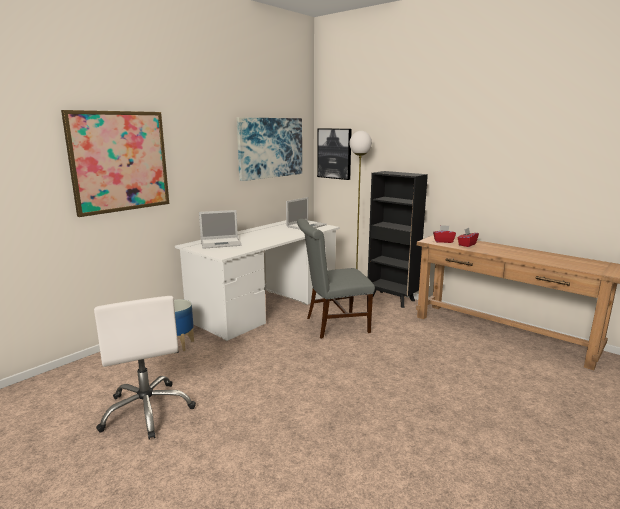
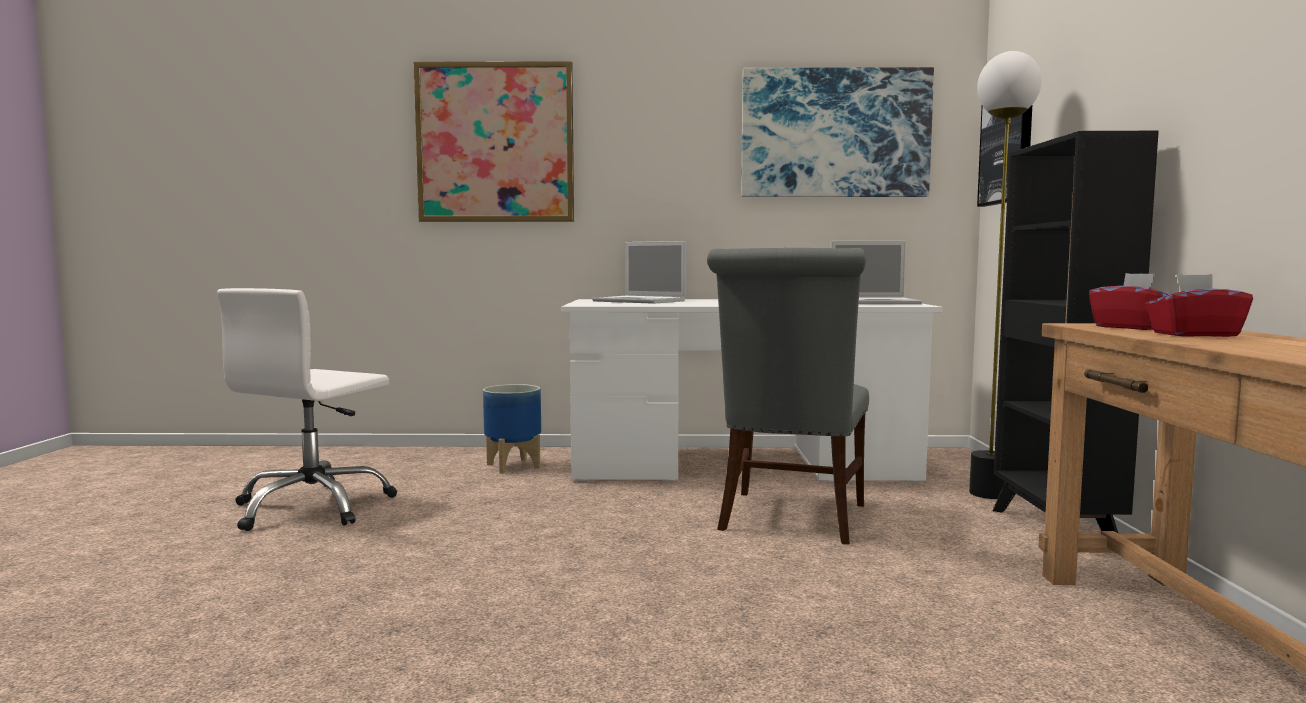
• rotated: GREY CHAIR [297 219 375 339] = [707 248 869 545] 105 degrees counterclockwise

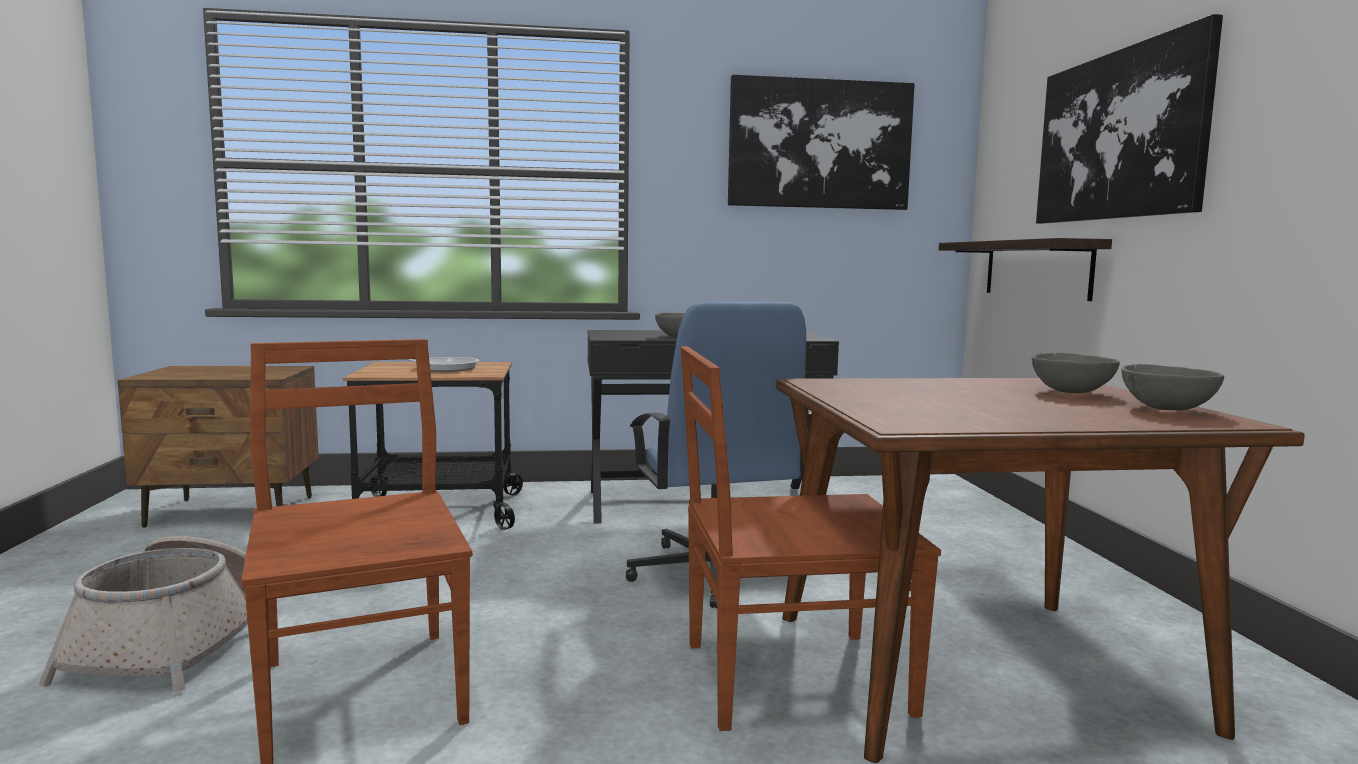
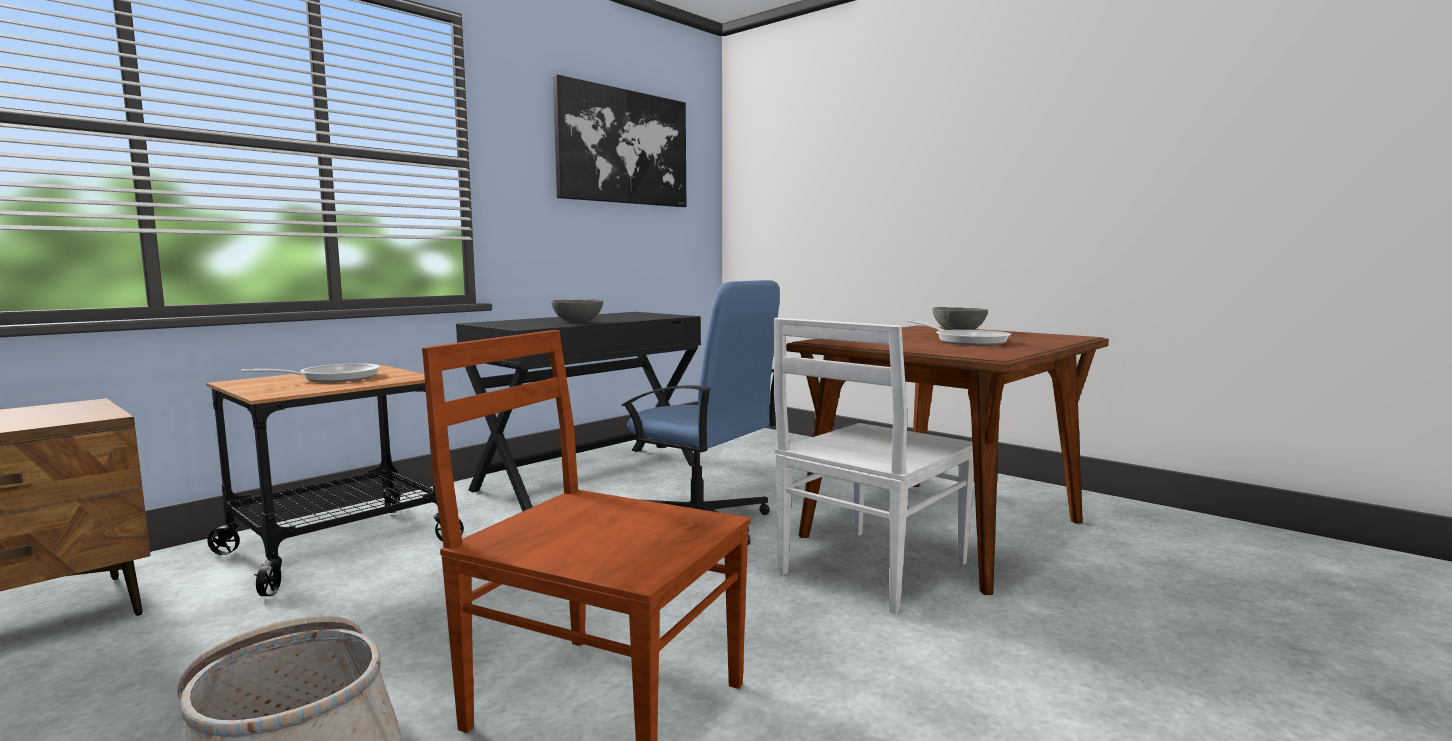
• repainted: BROWN CHAIR [681 346 941 731] to WHITE CHAIR [774 318 974 614]
• gone: SHELF [939 238 1112 301]
• gone: PICTURE [1036 14 1223 224]
• gone: GREY BOWL [1121 364 1224 410]
• new: FRYING PAN [908 320 1011 346]

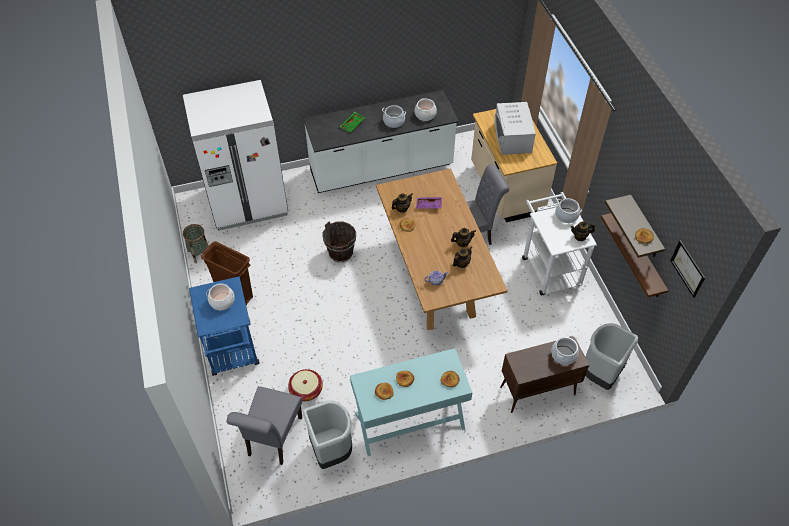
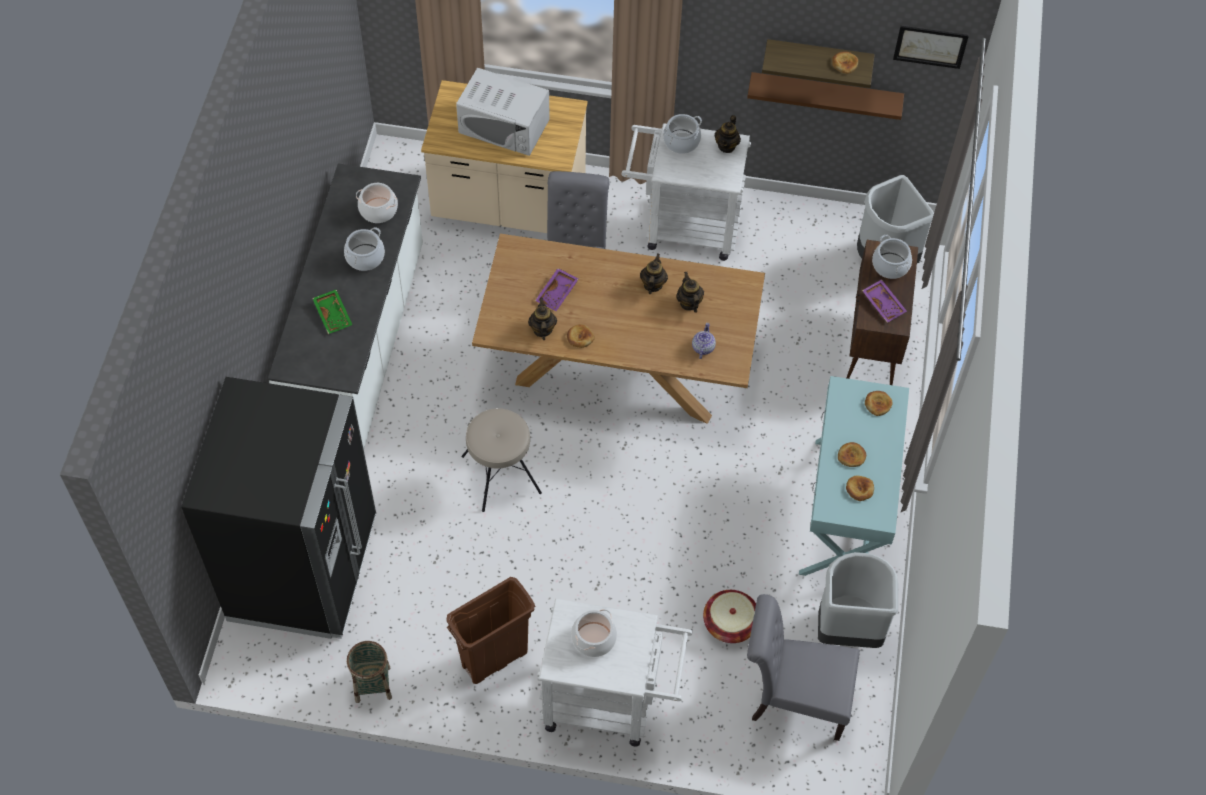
• repainted: WHITE FRIDGE [183 80 288 231] to BLACK FRIDGE [181 377 376 639]
• repainted: BLUE CART [189 276 260 376] to WHITE CART [537 599 693 747]
• rotated: GREY CHAIR [226 386 302 465] = [747 594 860 741] 150 degrees clockwise
• swapped: BROWN BUCKET [322 221 356 262] to BEIGE STOOL [461 408 542 512]
• new: PURPLE TRAY [862 279 907 323]

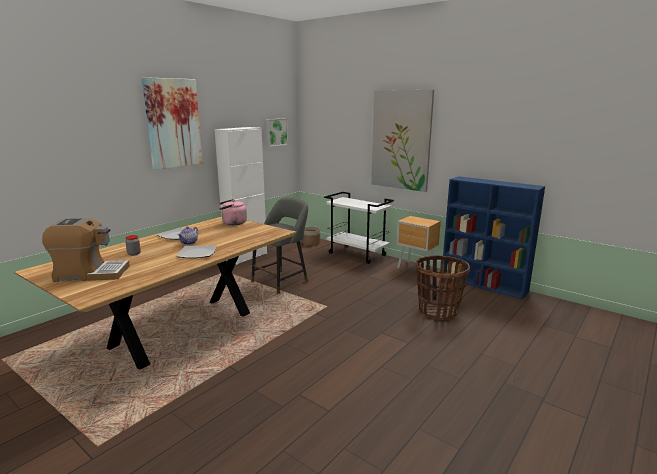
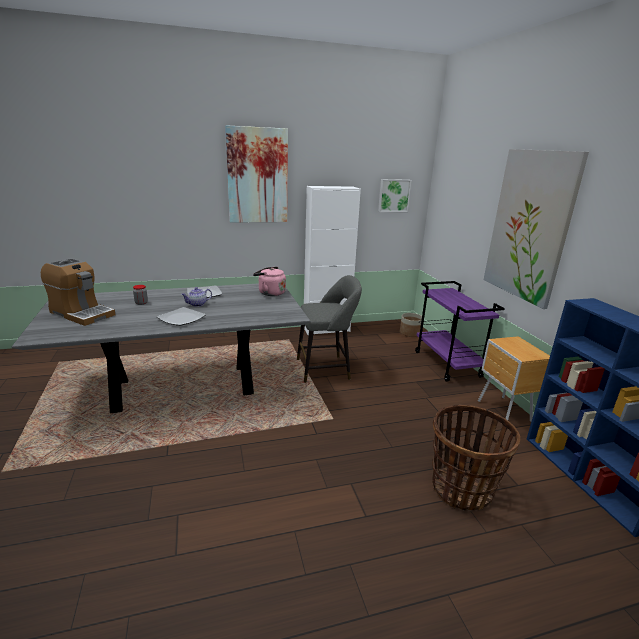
• repainted: BROWN DINING TABLE [14 217 297 370] to GREY DINING TABLE [12 283 310 413]
• repainted: WHITE CART [324 192 394 264] to PURPLE CART [415 281 505 382]

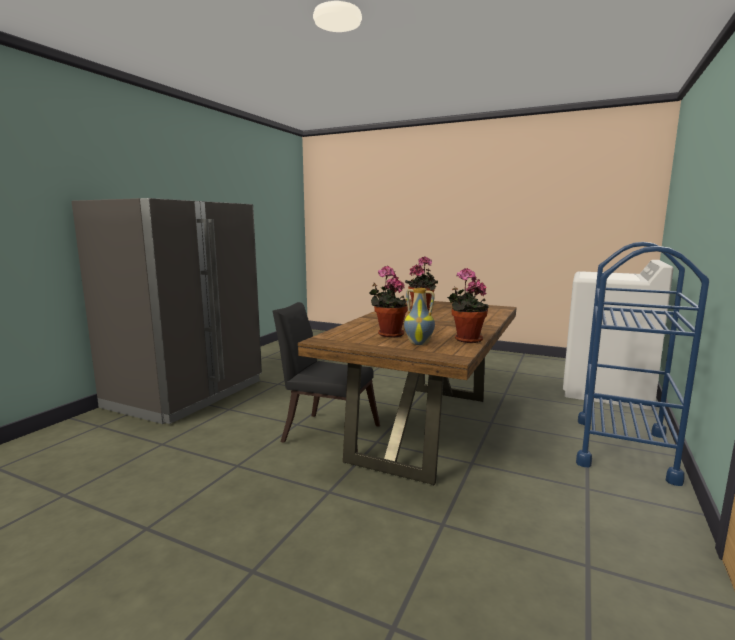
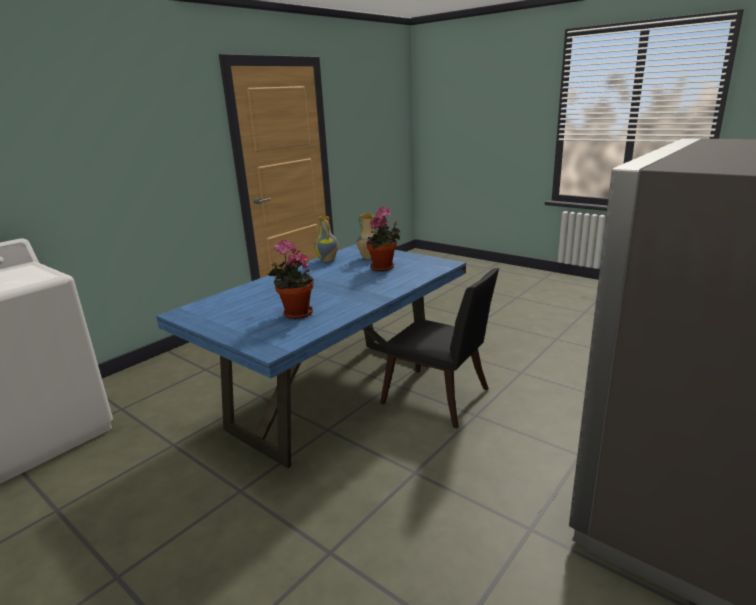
• repainted: BROWN DINING TABLE [298 299 517 486] to BLUE DINING TABLE [156 244 466 468]
• swapped: POTTED PLANT [447 268 489 343] to VASE [314 216 338 262]
• gone: BLUE CART [576 242 709 486]

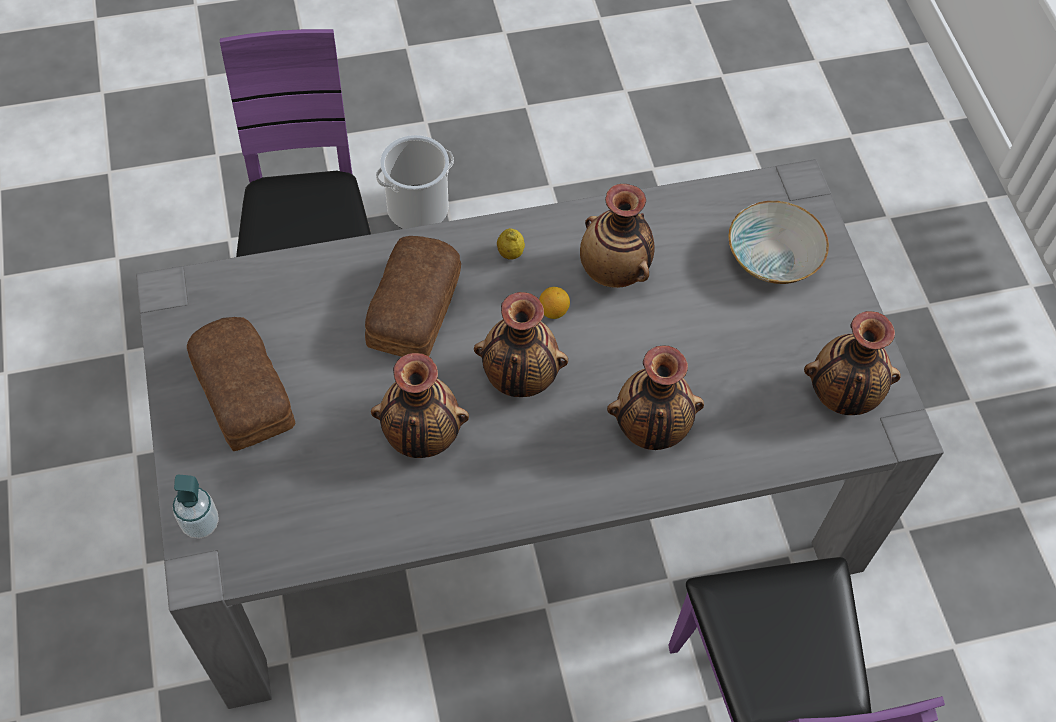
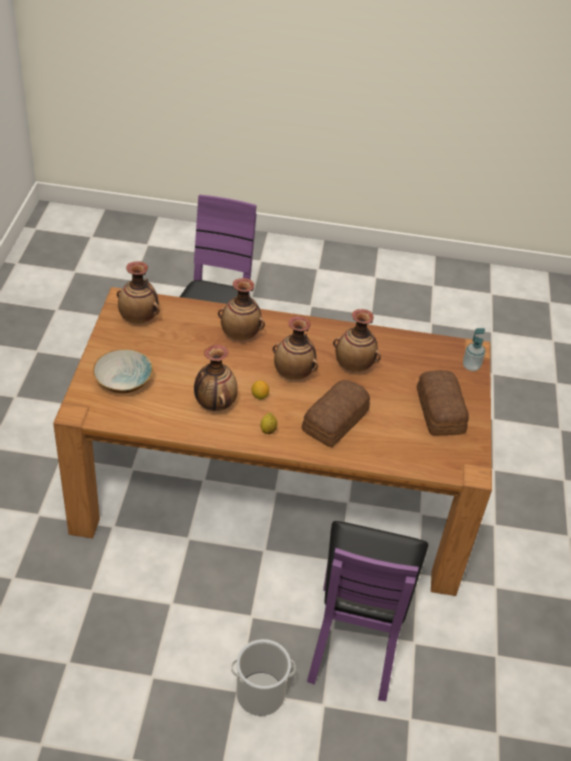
• repainted: GREY DINING TABLE [136 159 944 709] to BROWN DINING TABLE [53 287 492 596]

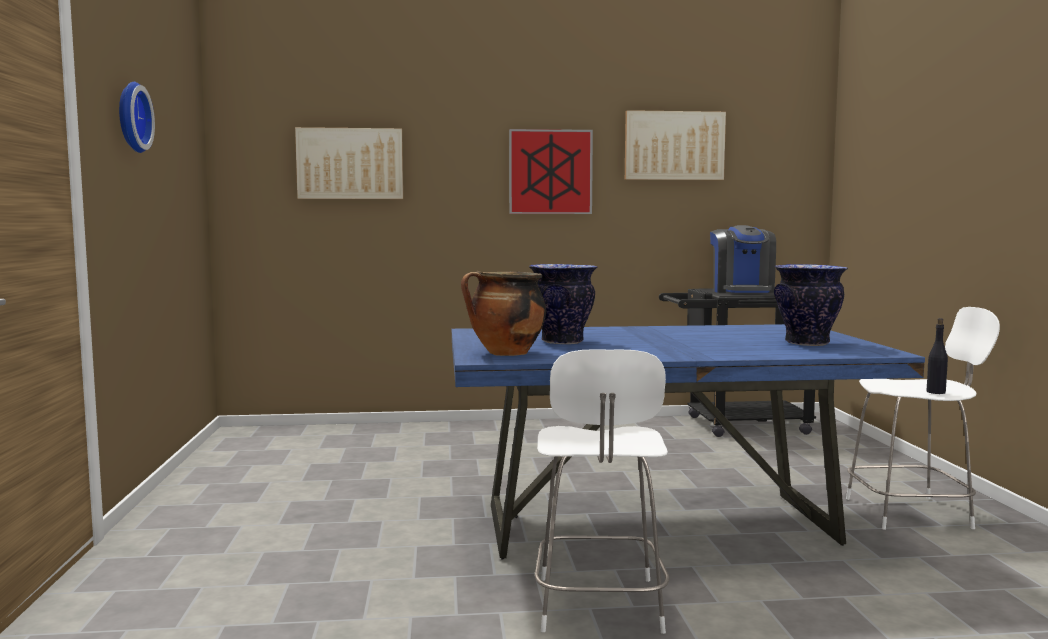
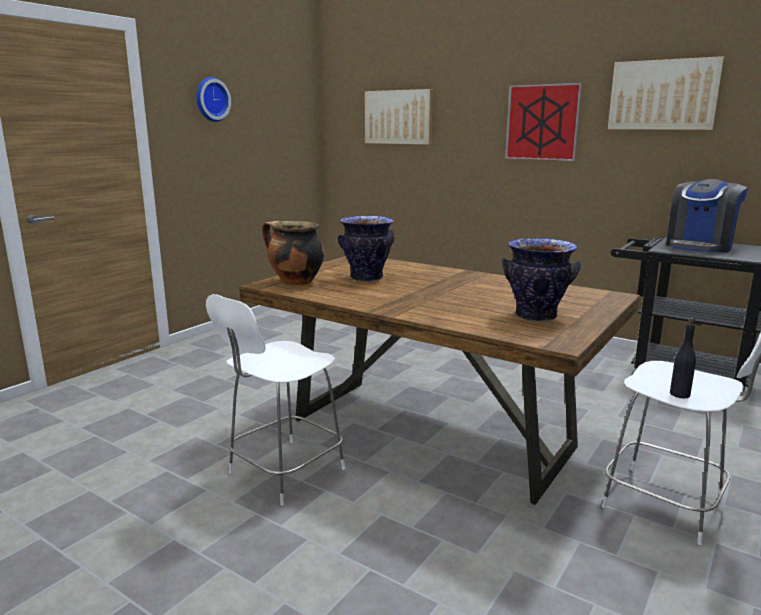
• repainted: BLUE DINING TABLE [452 324 925 560] to BROWN DINING TABLE [239 256 640 505]

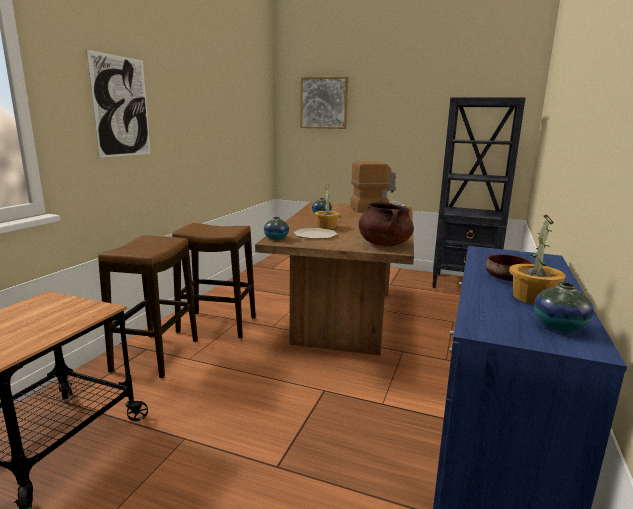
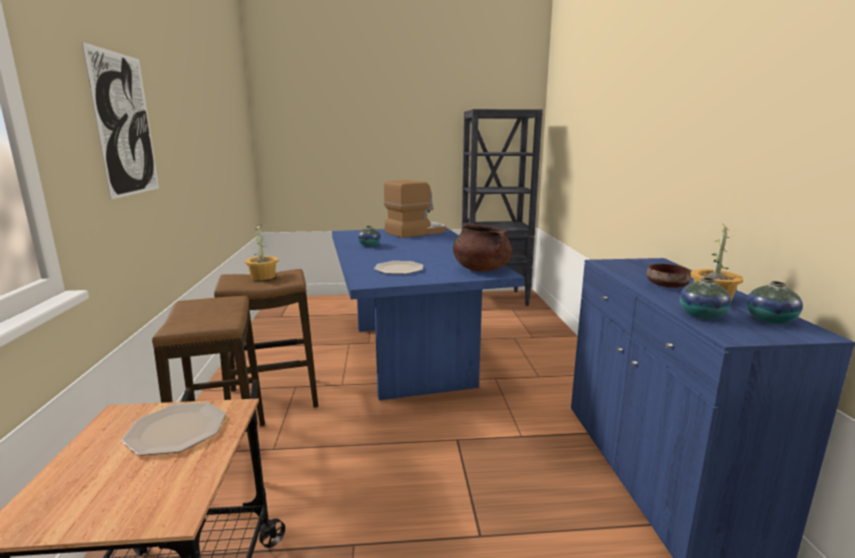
• repainted: BROWN DINING TABLE [255 202 414 355] to BLUE DINING TABLE [332 227 525 400]
• shifted: VASE [264 217 289 240] to [680 278 731 319]
• gone: PICTURE [300 77 348 129]
• shifted: POTTED PLANT [314 185 340 229] to [245 224 279 280]
• new: PLATE [122 402 226 456]

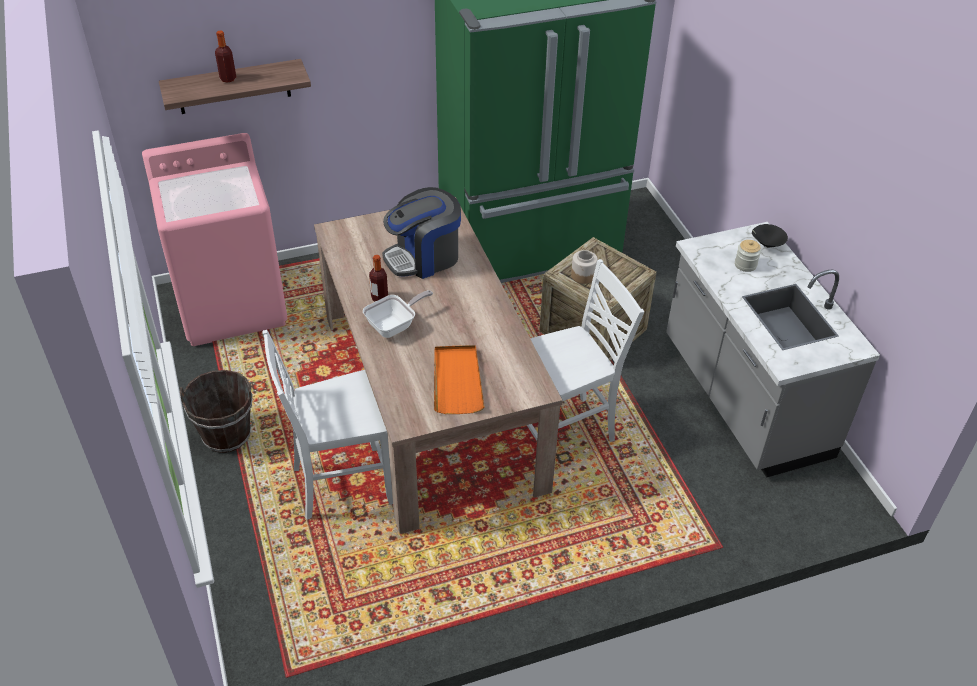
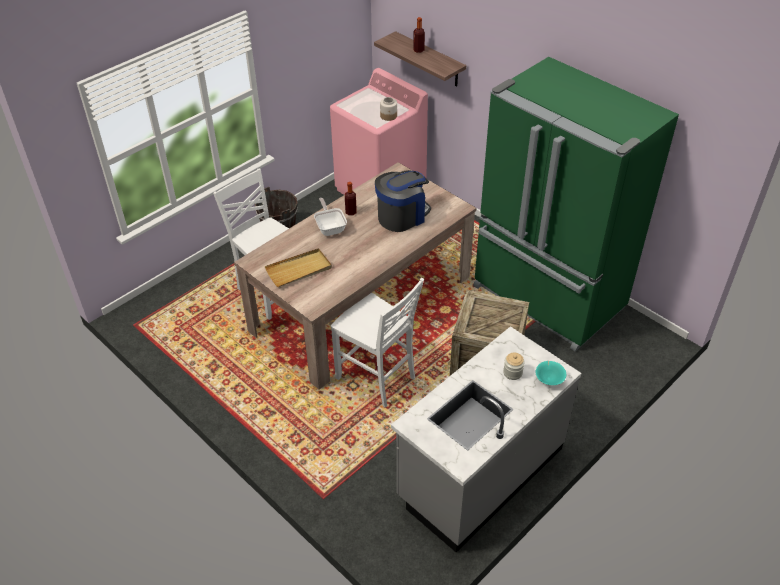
• rotated: FRYING PAN [363 290 433 338] = [314 198 347 236] 135 degrees counterclockwise
• rotated: COFFEE MACHINE [382 187 461 279] = [375 170 431 232] 105 degrees clockwise
• repainted: ORANGE TRAY [434 345 485 414] to BEIGE TRAY [265 248 332 287]
• shifted: JAR [571 250 598 284] to [380 97 397 121]
• repainted: BLACK BOWL [752 224 788 247] to TURQUOISE BOWL [535 361 566 385]

